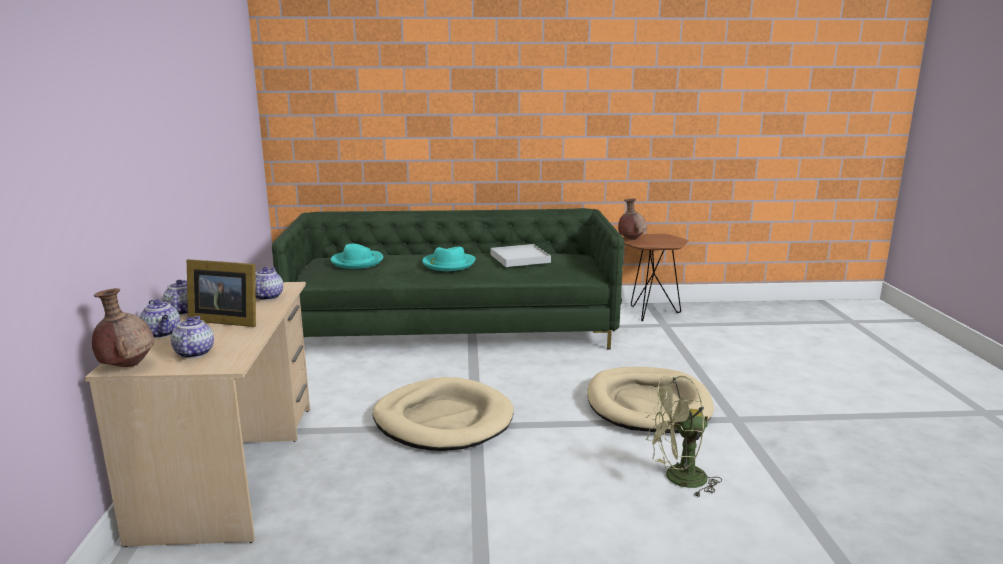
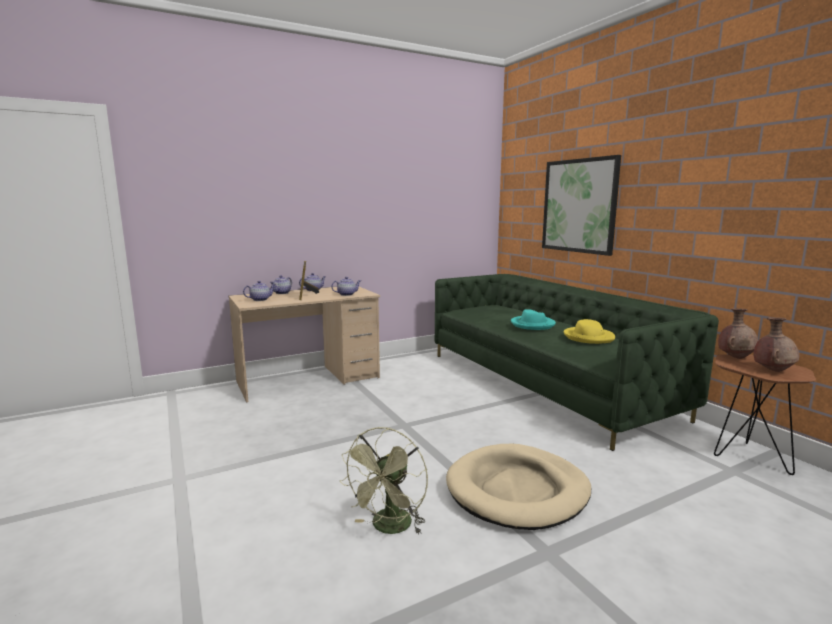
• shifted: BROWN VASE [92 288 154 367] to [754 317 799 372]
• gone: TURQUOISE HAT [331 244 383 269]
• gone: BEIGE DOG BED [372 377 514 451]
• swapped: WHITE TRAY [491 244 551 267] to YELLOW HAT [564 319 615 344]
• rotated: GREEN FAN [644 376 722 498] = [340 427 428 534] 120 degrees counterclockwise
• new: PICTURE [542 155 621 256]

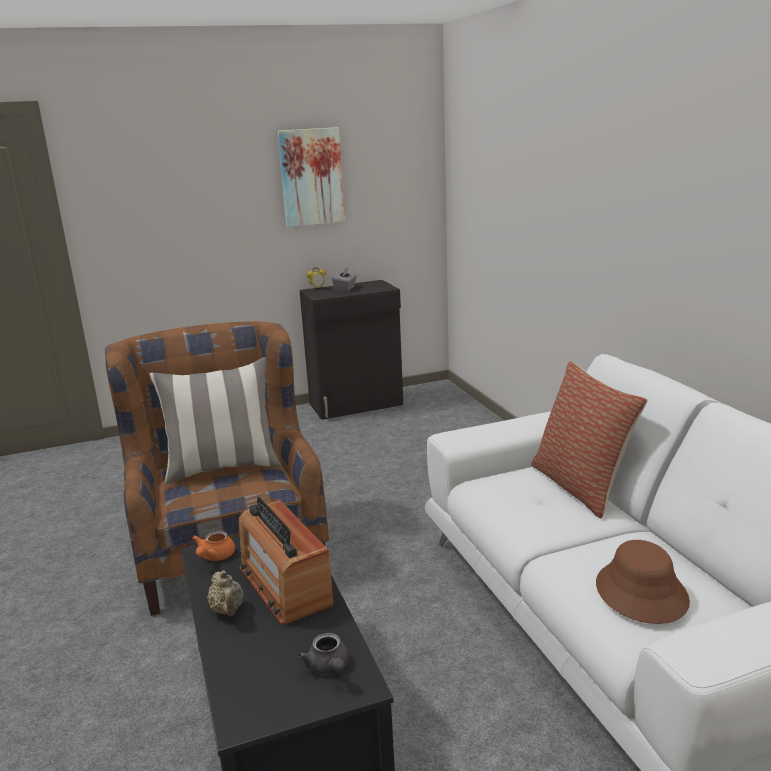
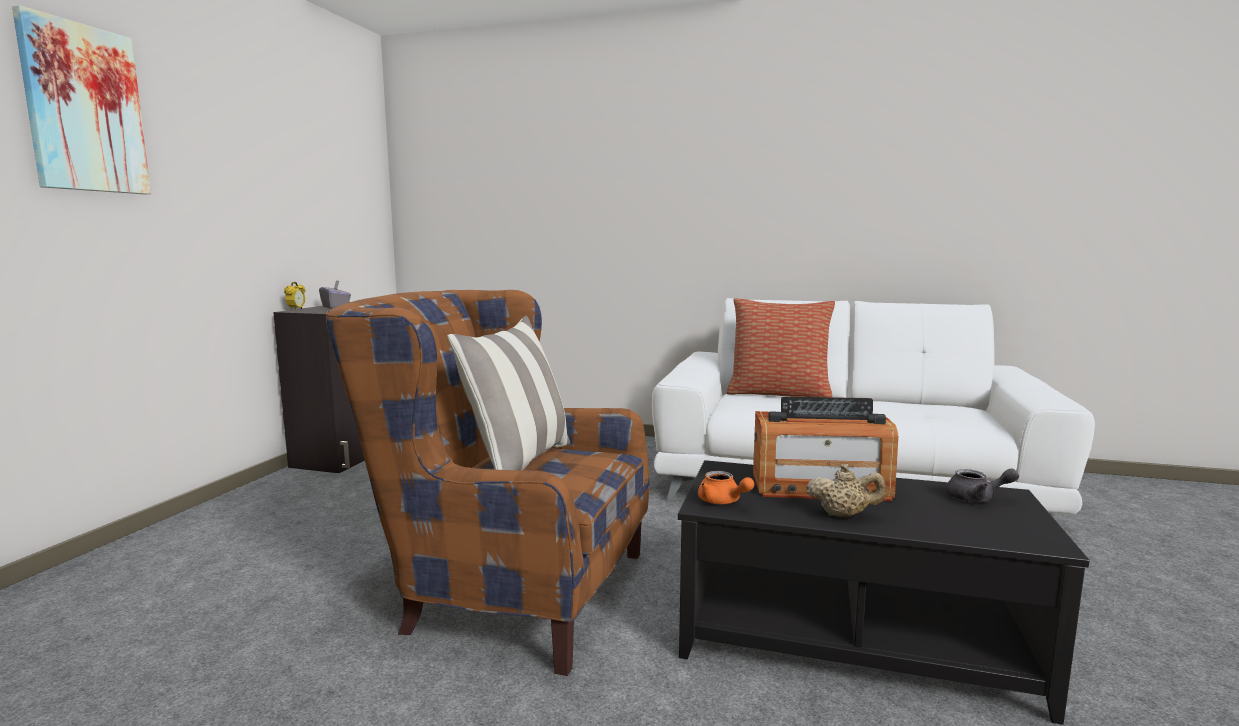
• shifted: PICTURE [278 127 345 227] to [12 5 151 194]
• gone: BROWN HAT [596 540 690 624]

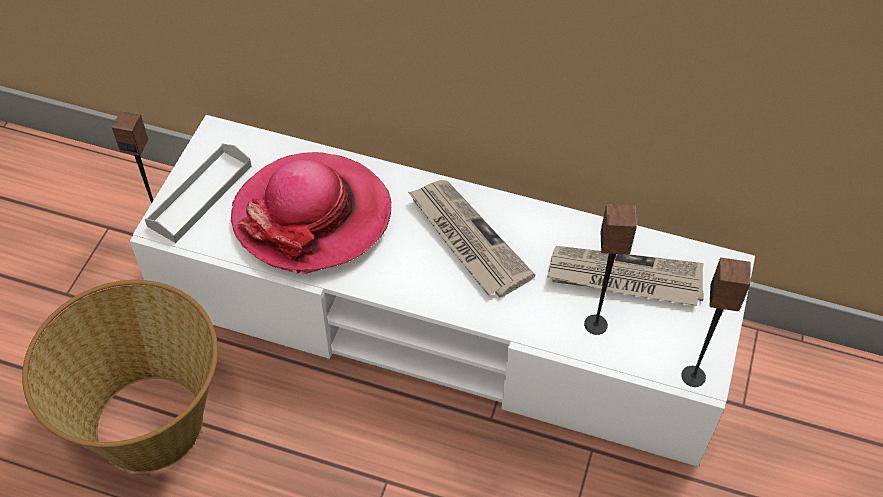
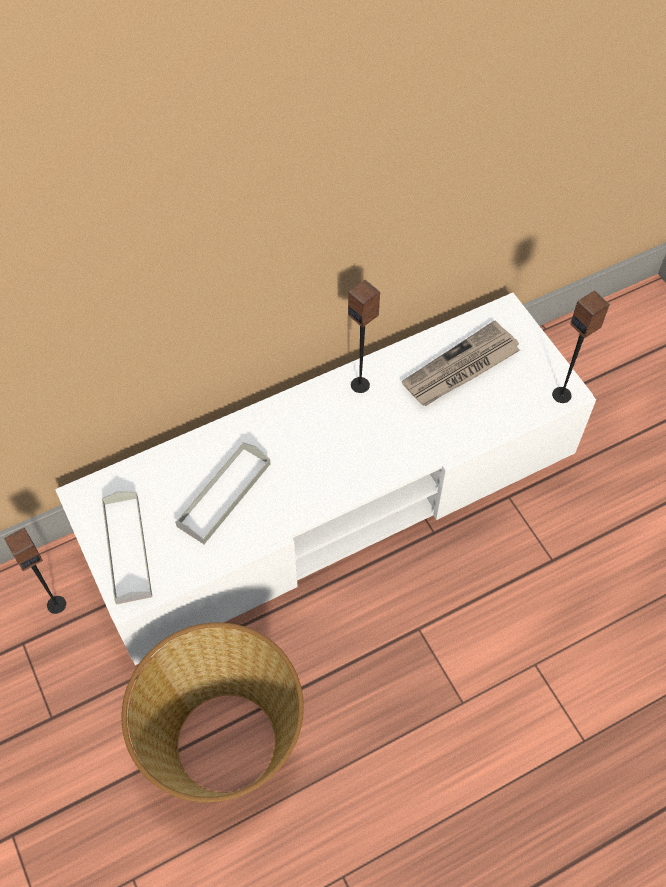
• swapped: HAT [231 152 391 274] to GREY TRAY [175 442 270 544]
• gone: NEWSPAPER [408 180 535 297]
• shifted: SPEAKER [584 204 637 335] to [348 280 380 393]

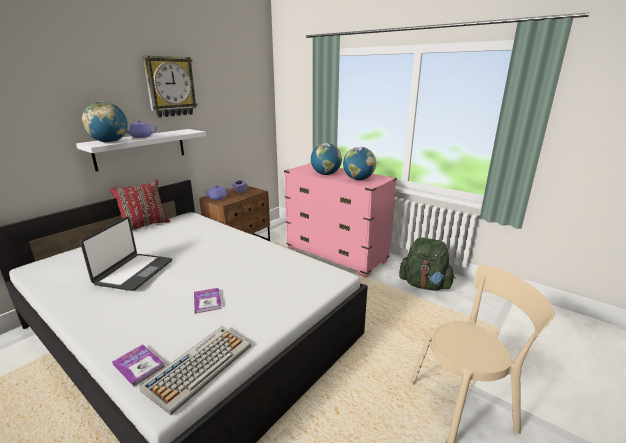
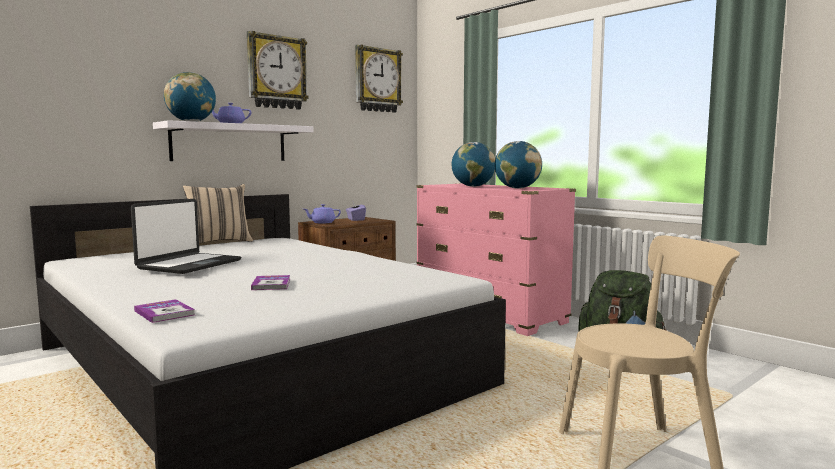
• repainted: RED PILLOW [110 179 170 230] to BEIGE PILLOW [183 184 253 244]
• gone: KEYBOARD [139 326 251 415]
• new: WALL CLOCK [355 44 403 113]

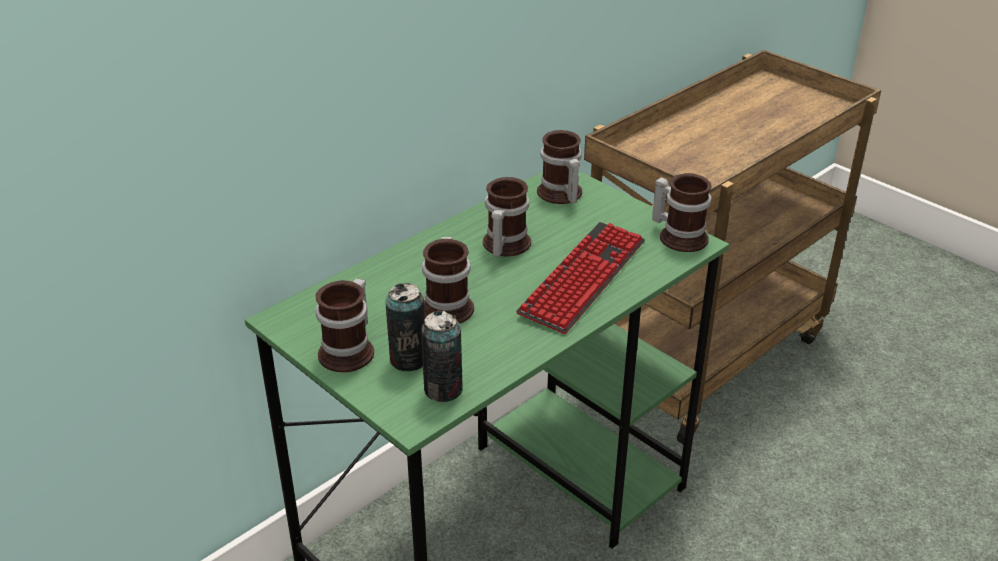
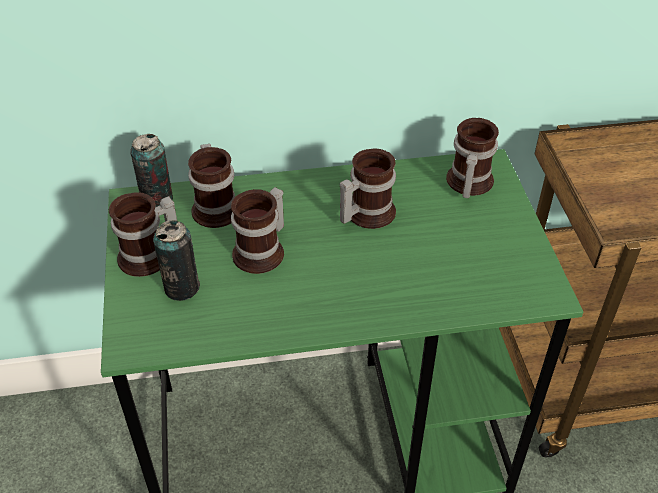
• shifted: CAN [421 311 463 402] to [130 134 173 207]
• gone: KEYBOARD [516 222 645 334]
• shifted: MUG [652 173 712 252] to [188 144 235 228]

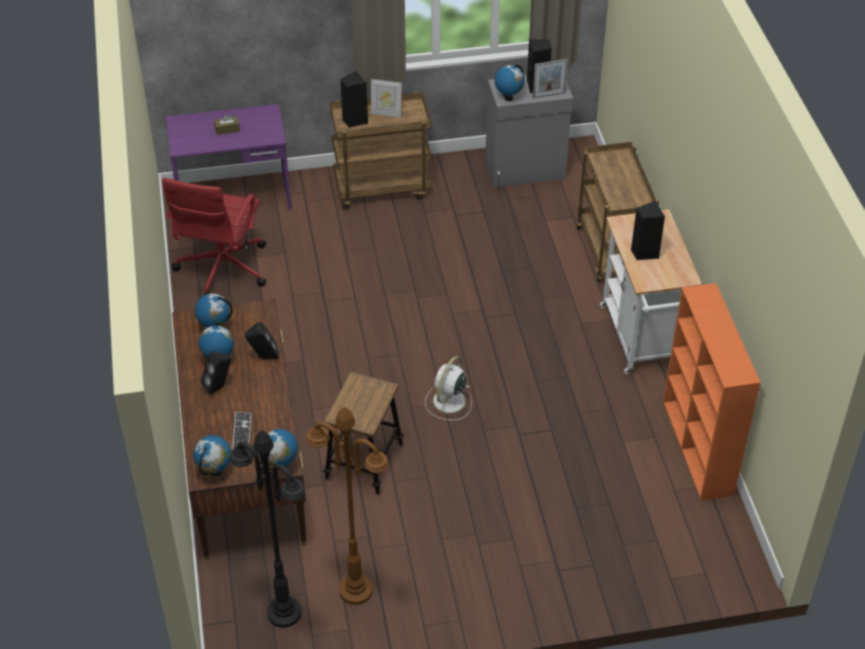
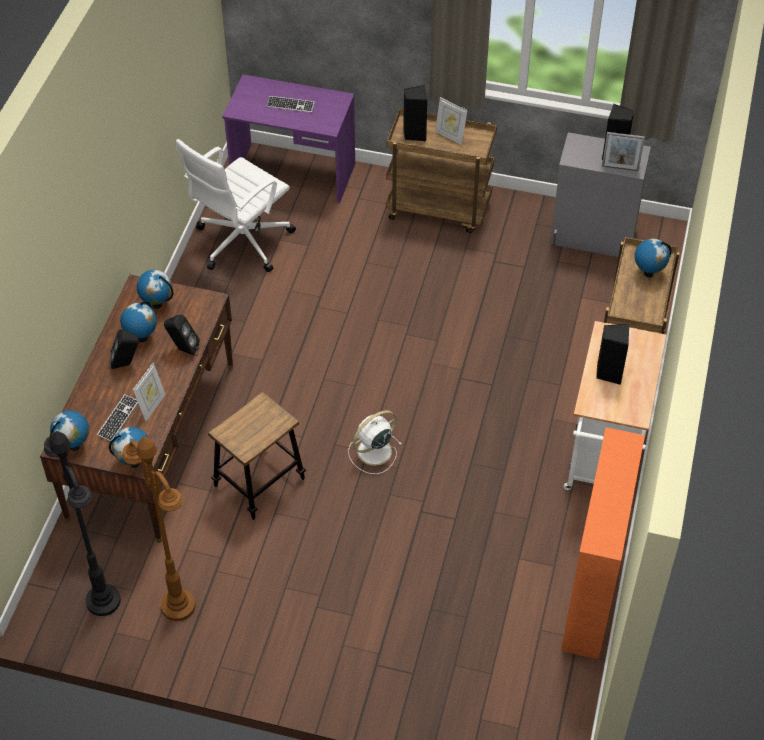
• repainted: RED OFFICE CHAIR [162 177 266 295] to WHITE OFFICE CHAIR [176 139 296 272]
• swapped: BROWN TISSUE BOX [214 114 240 135] to KEYBOARD [267 96 315 113]
• shifted: GLOBE [495 65 525 101] to [635 239 672 277]
• new: PICTURE FRAME [133 362 166 421]

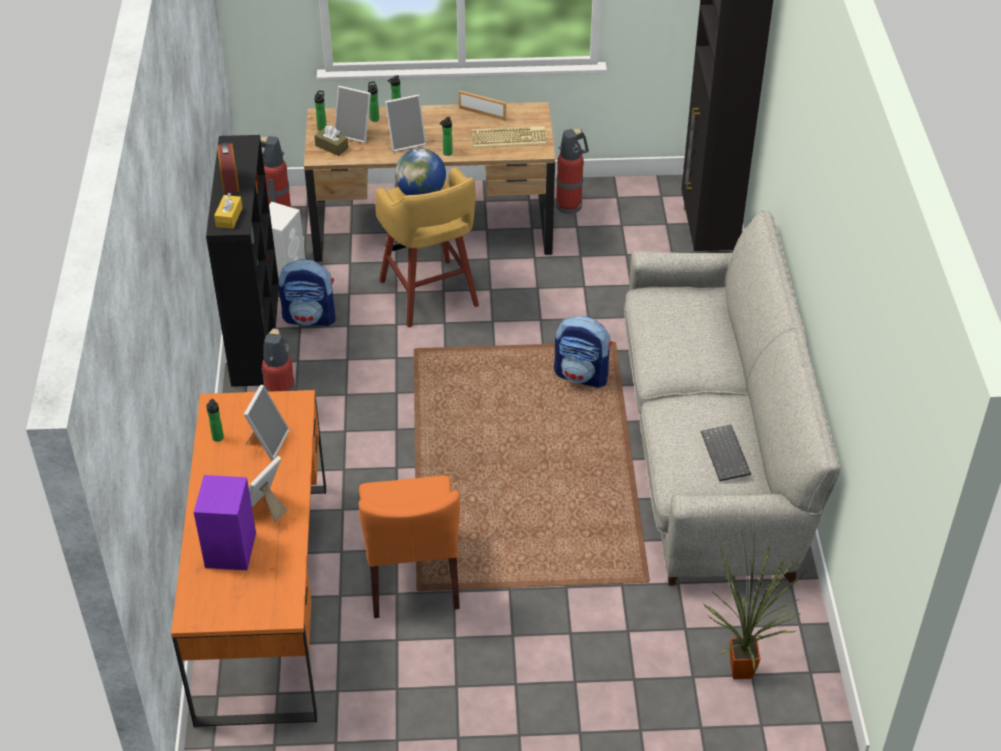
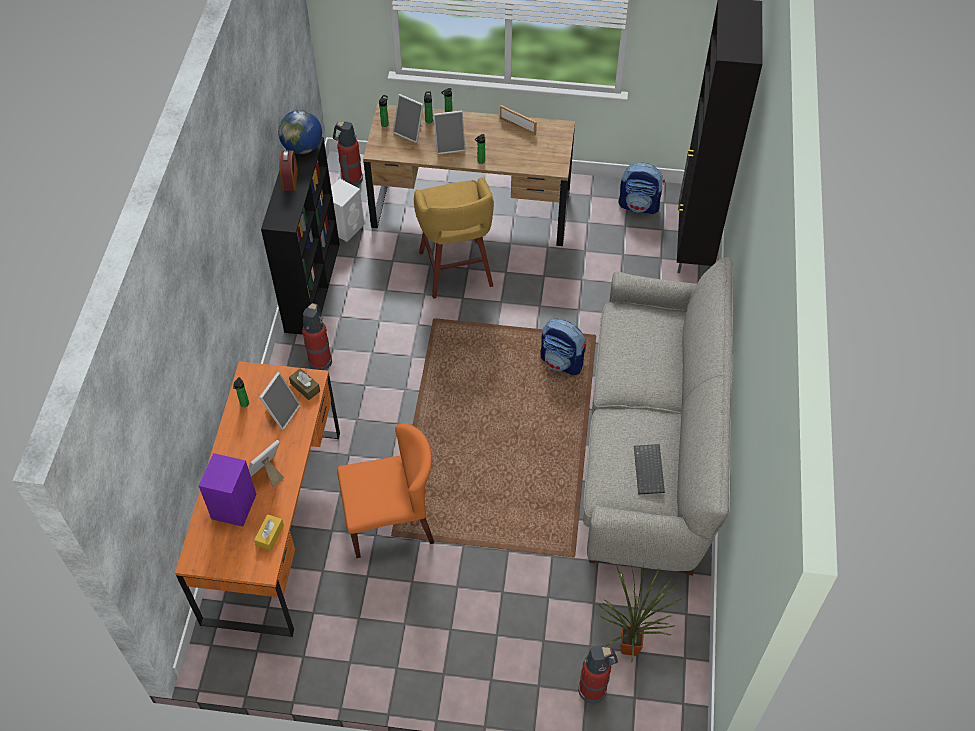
• shifted: YELLOW TISSUE BOX [214 193 242 229] to [254 514 284 551]
• shifted: BACKPACK [278 259 335 326] to [618 163 665 214]
• shifted: BROWN TISSUE BOX [314 125 348 156] to [289 368 320 400]
• rotated: ORANGE CHAIR [359 476 460 618] = [337 423 434 558] 105 degrees counterclockwise
• shifted: GLOBE [395 148 446 196] to [278 110 322 154]
• gone: KEYBOARD [472 126 547 148]
• shifted: FIRE EXTINGUISHER [556 129 589 215] to [578 645 618 704]

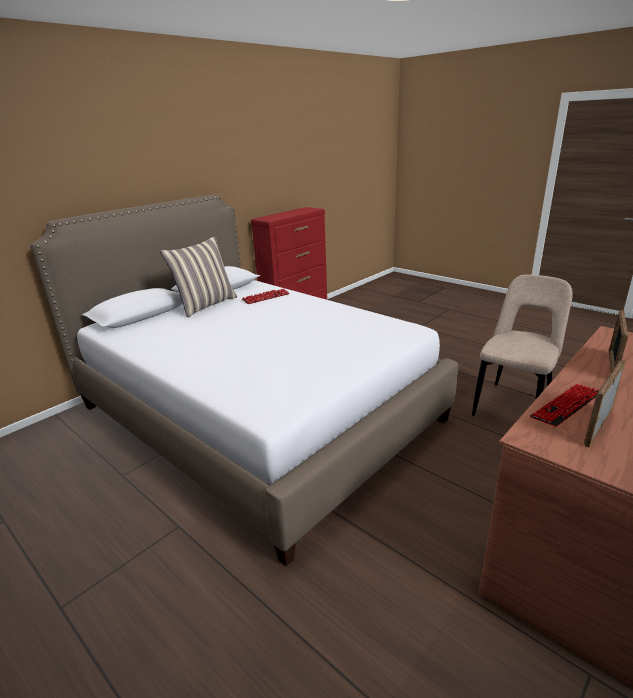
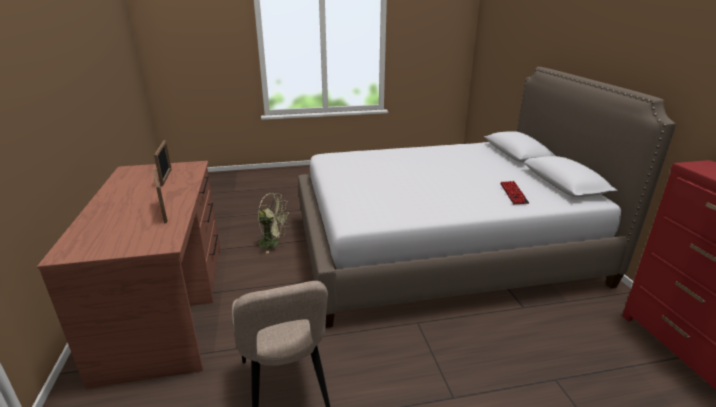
• gone: PILLOW [160 236 237 317]
• gone: KEYBOARD [530 384 599 427]
• new: GREEN FAN [257 193 290 253]

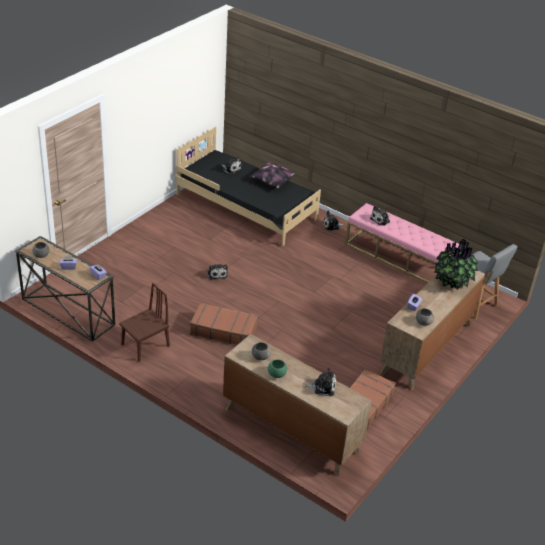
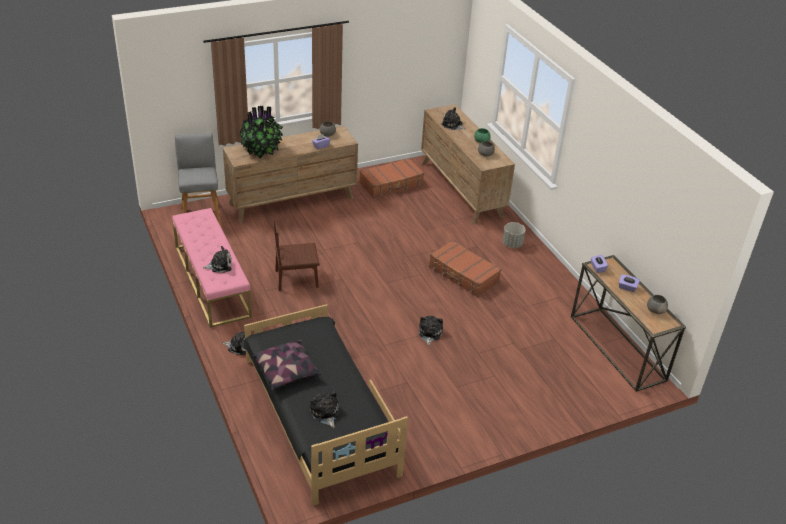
• shifted: BROWN CHAIR [119 283 170 361] to [274 218 320 291]
• new: GREY PLANTER [502 222 526 248]

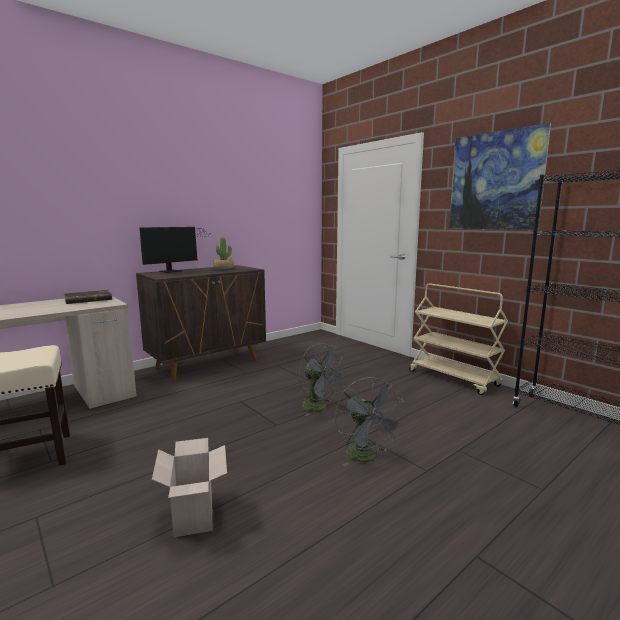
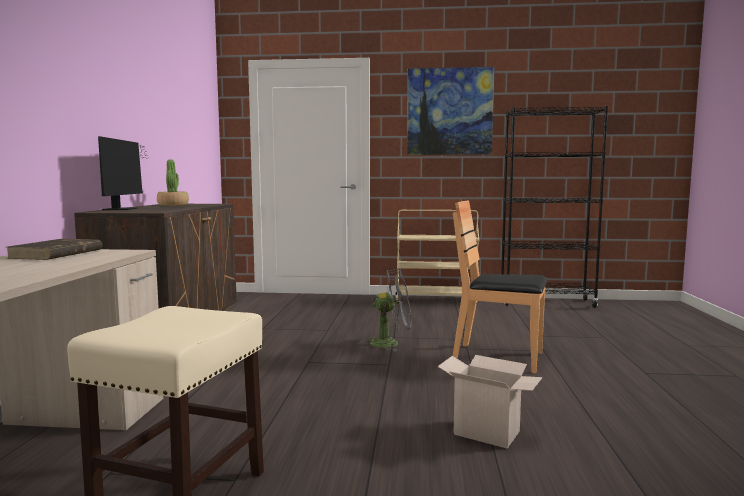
• swapped: GREY FAN [335 377 404 467] to BROWN CHAIR [453 200 548 374]

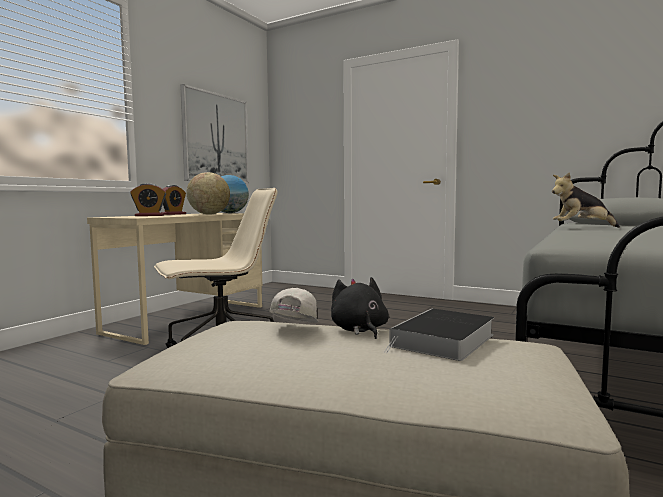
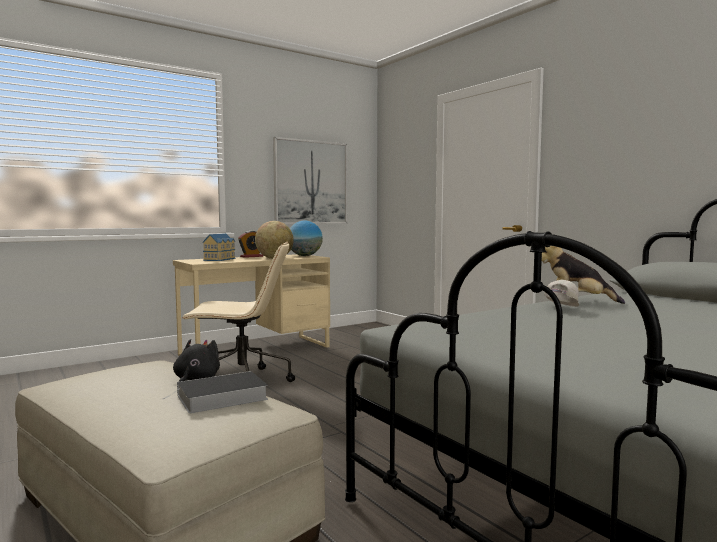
• swapped: ALARM CLOCK [130 183 166 216] to TOY HOUSE [202 233 235 261]
• shifted: WHITE CAP [269 288 319 323] to [544 280 579 307]

